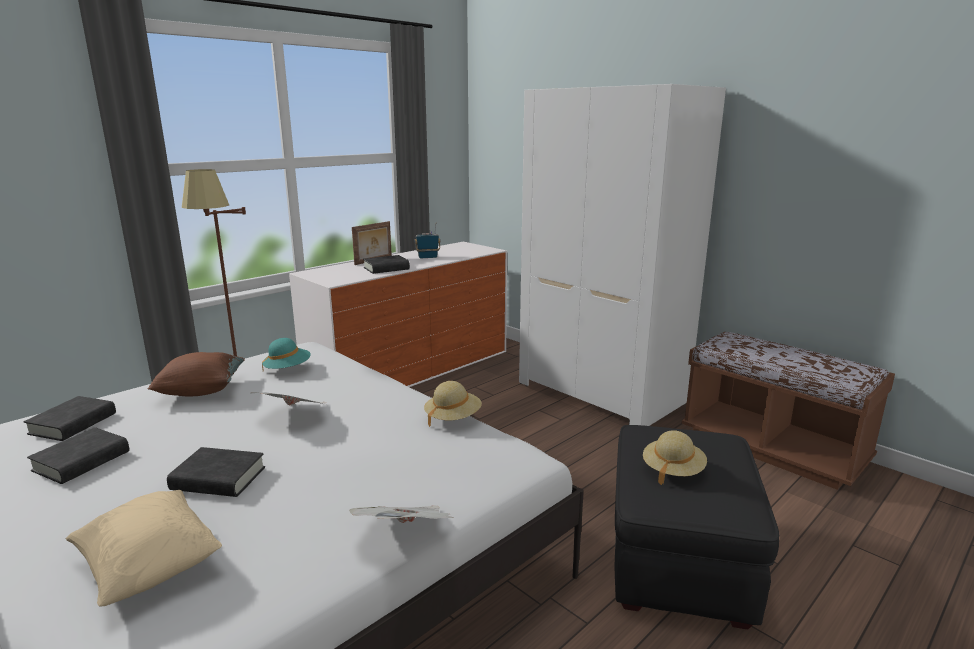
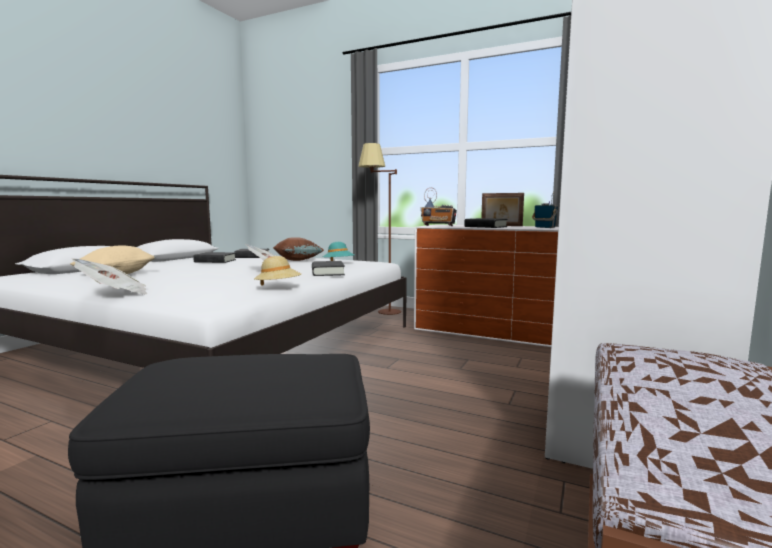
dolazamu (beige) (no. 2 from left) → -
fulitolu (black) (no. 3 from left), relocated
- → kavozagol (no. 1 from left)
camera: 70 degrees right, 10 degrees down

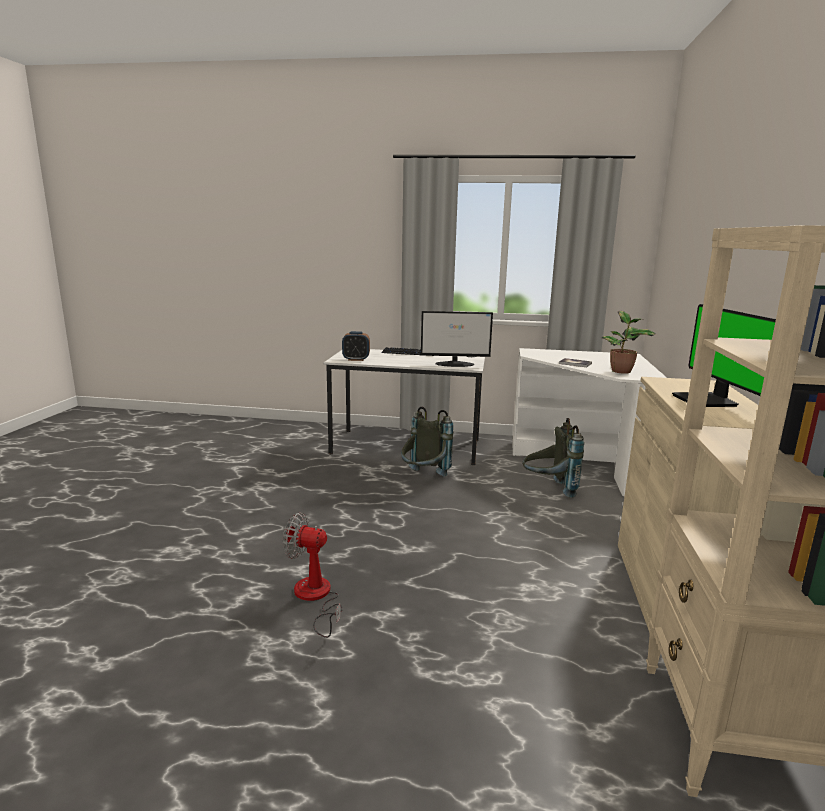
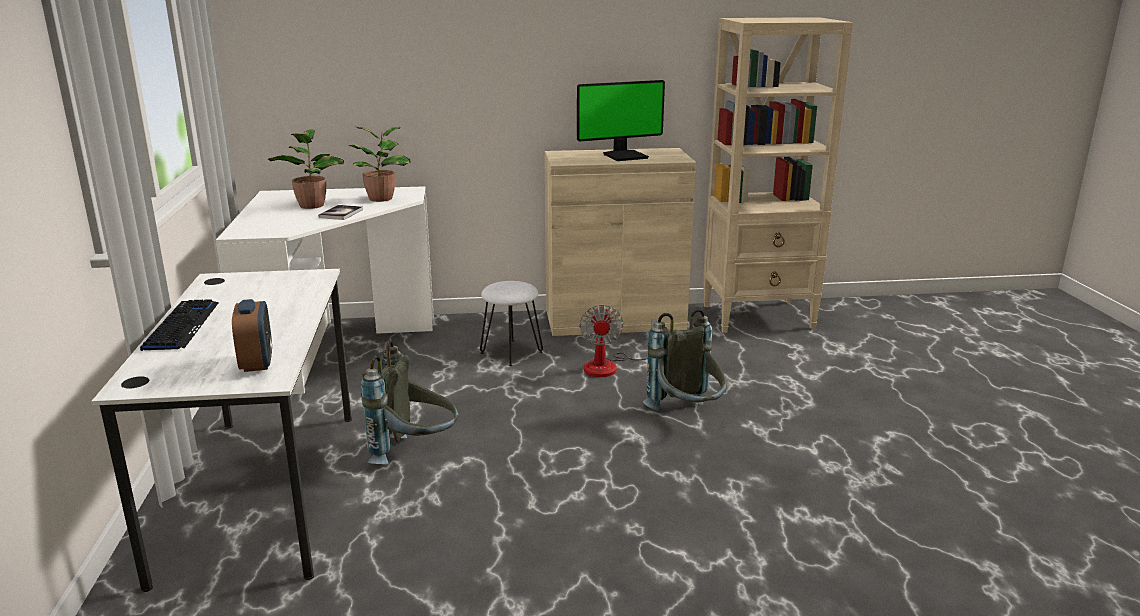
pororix (no. 1 from left) → -
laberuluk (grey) (no. 2 from left), relocated
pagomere, relocated
- → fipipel (no. 1 from left)
- → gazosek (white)
camera: 105 degrees left, 5 degrees up

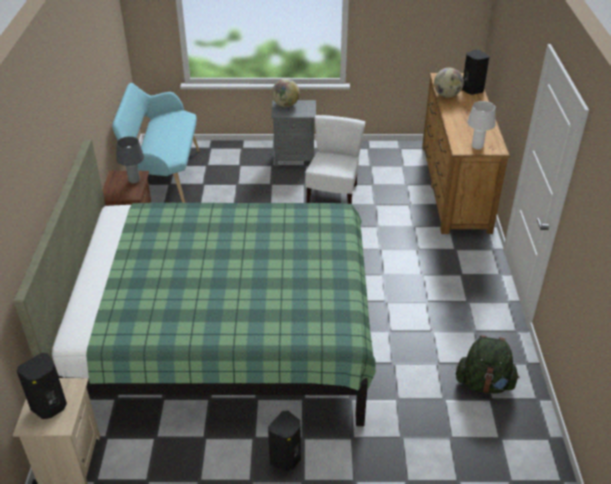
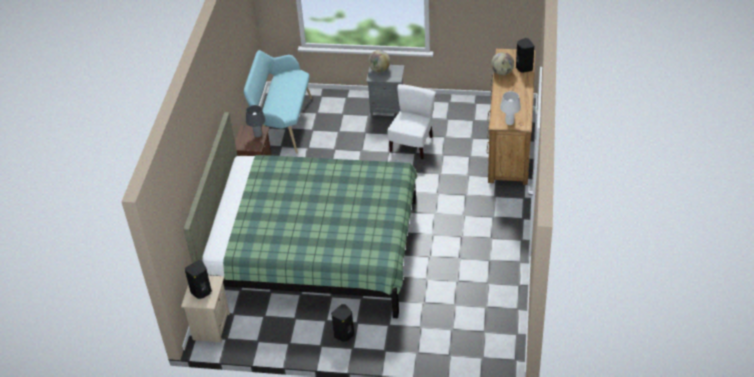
laberuluk (green) → -
camera: 10 degrees right, 5 degrees up

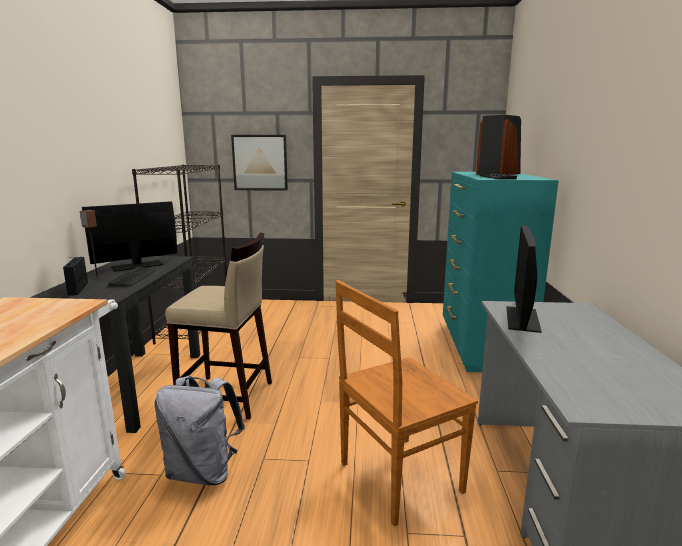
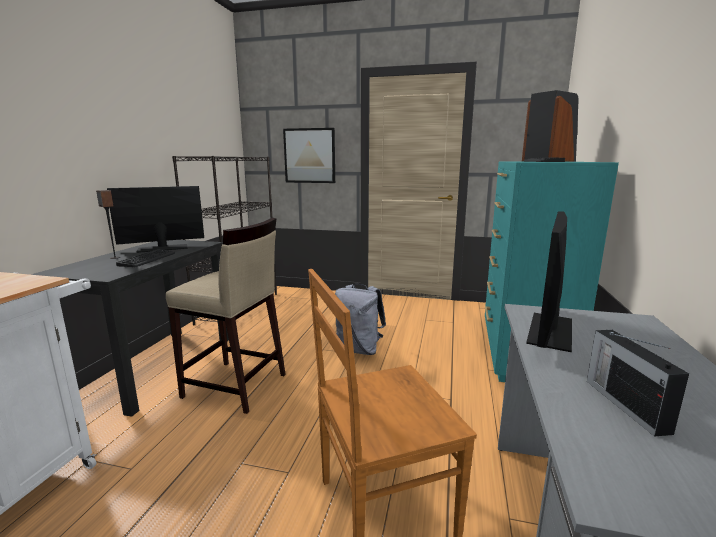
kavozagol, relocated
laberuluk (grey), relocated
camera: 10 degrees right, 0 degrees up

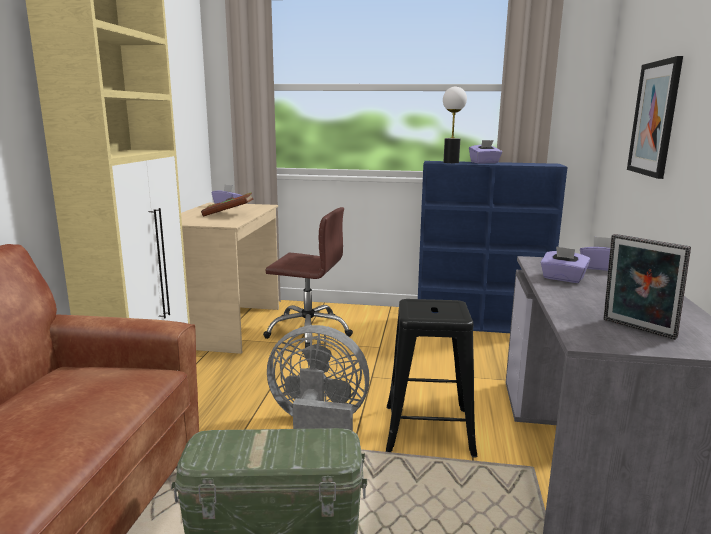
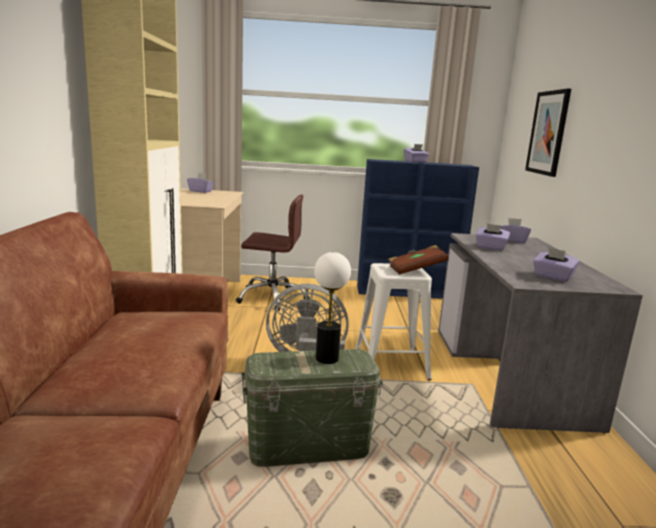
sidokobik, relocated
fulitolu (brown), relocated
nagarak → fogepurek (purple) (no. 5 from left)
gazosek (black) → gazosek (white)
camera: 10 degrees left, 0 degrees up

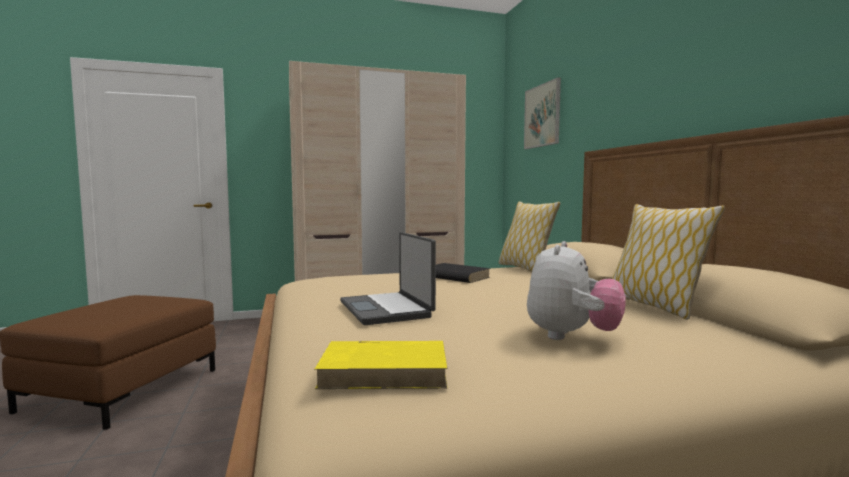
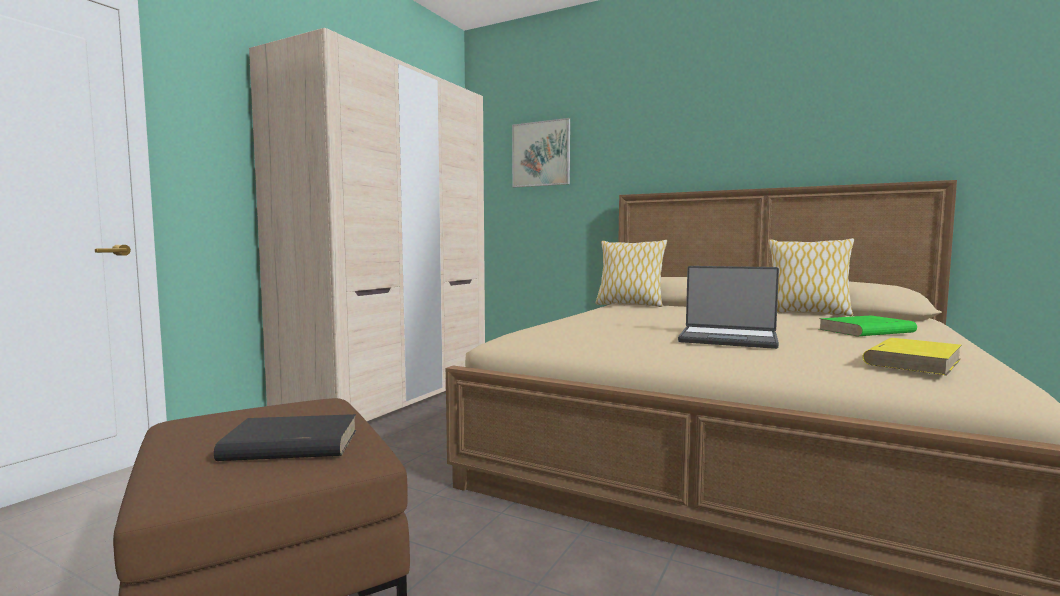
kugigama → fulitolu (green)
fulitolu (black), relocated
camera: 45 degrees left, 0 degrees up

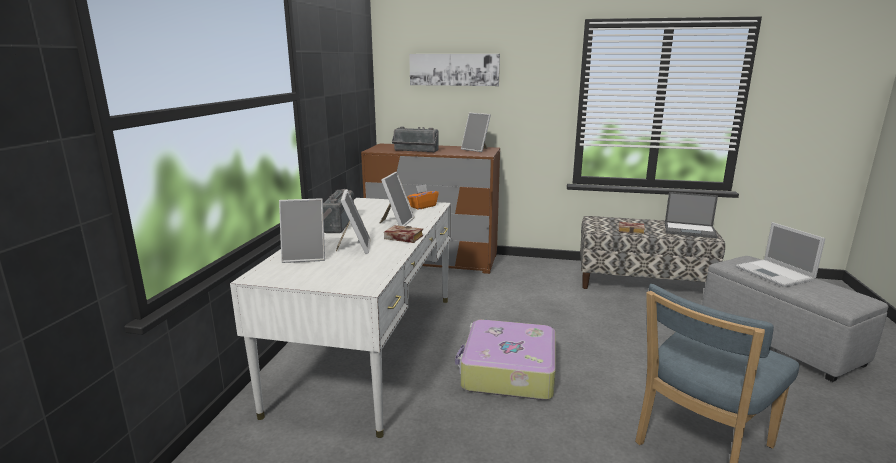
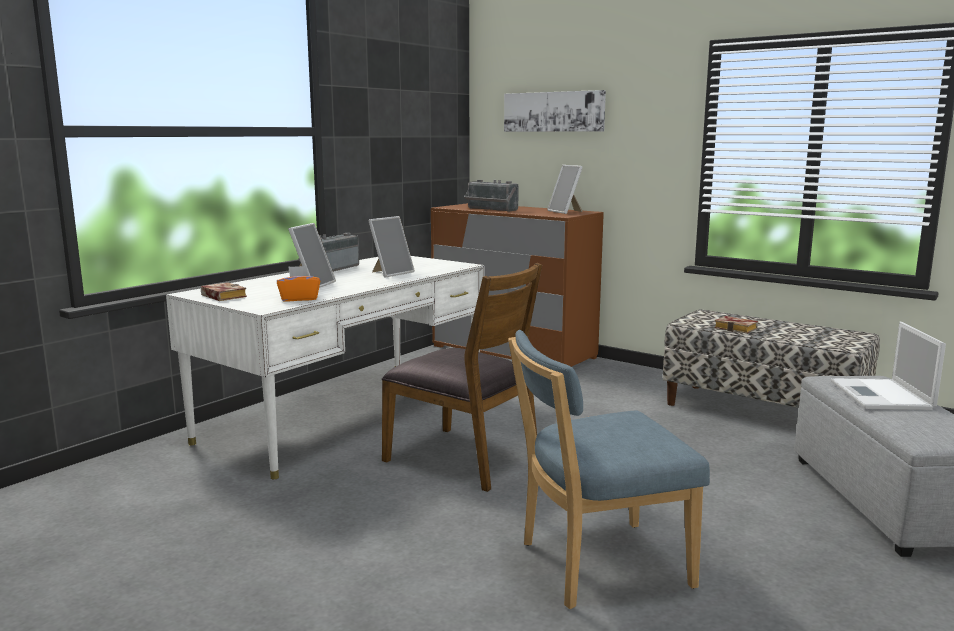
fogepurek (orange), relocated
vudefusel (no. 1 from left) → -
nagarak (no. 1 from left) → -
fulitolu (no. 1 from left), relocated
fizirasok → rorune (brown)
camera: 25 degrees right, 5 degrees down

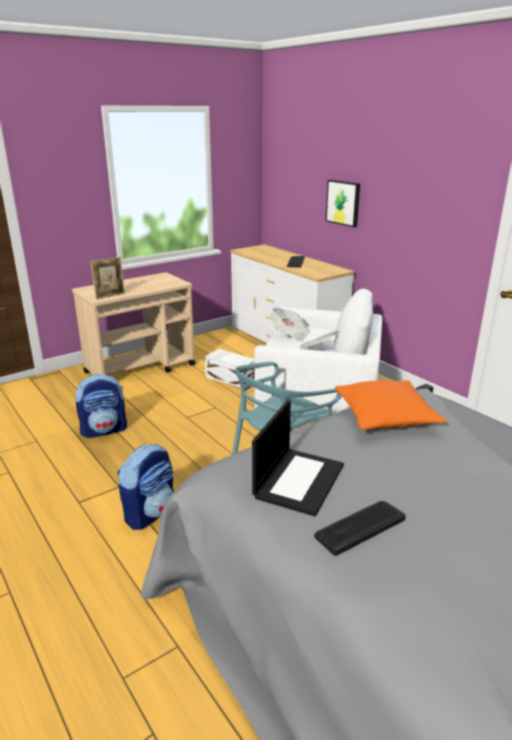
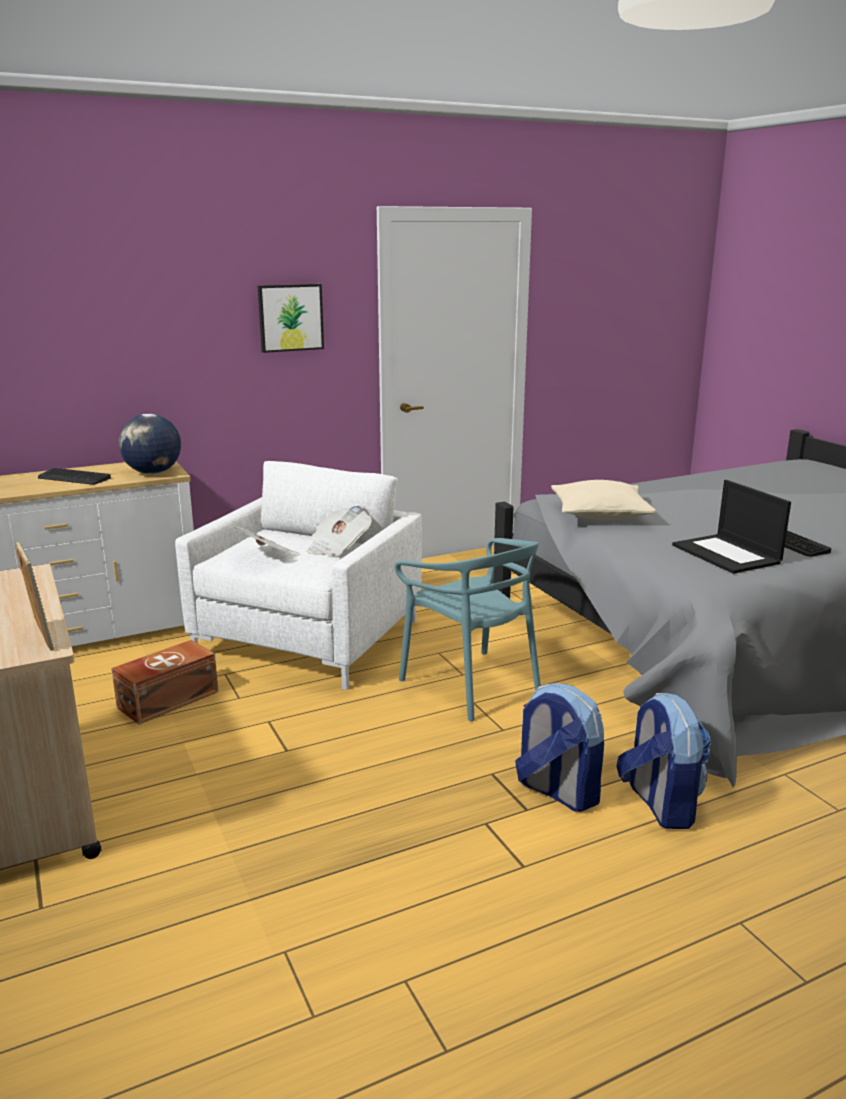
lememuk, relocated
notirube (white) → notirube (brown)
laberuluk (no. 1 from left in the first image) → laberuluk (no. 2 from left), relocated
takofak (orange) → takofak (beige)
vudefusel, 150 degrees counterclockwise
- → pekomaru
camera: 80 degrees left, 5 degrees down

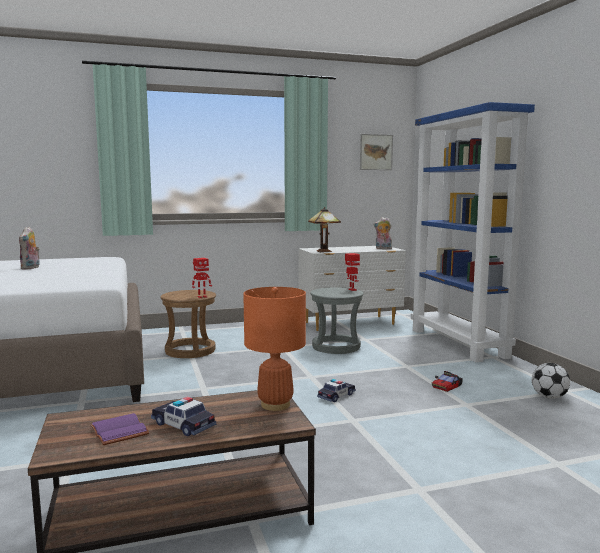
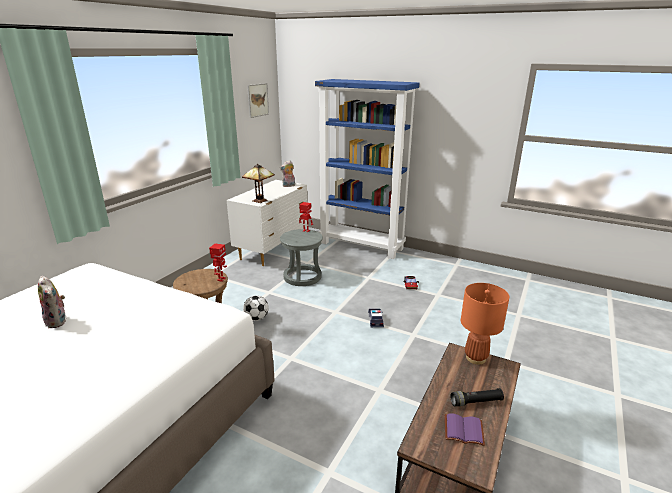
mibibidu, relocated
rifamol (no. 1 from left) → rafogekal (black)
camera: 45 degrees left, 15 degrees up

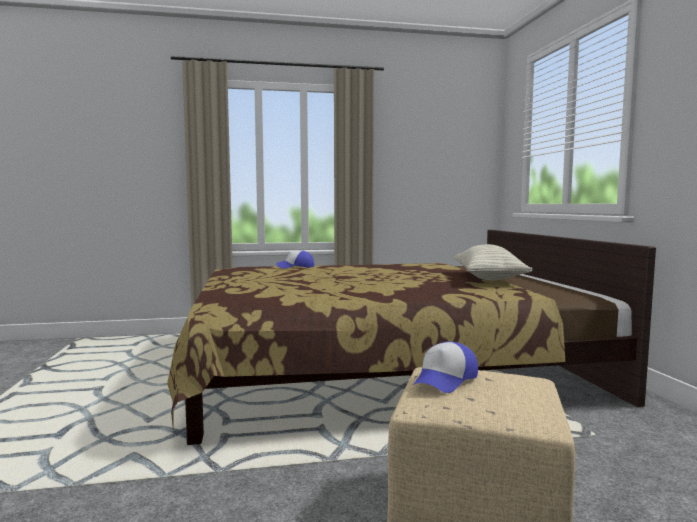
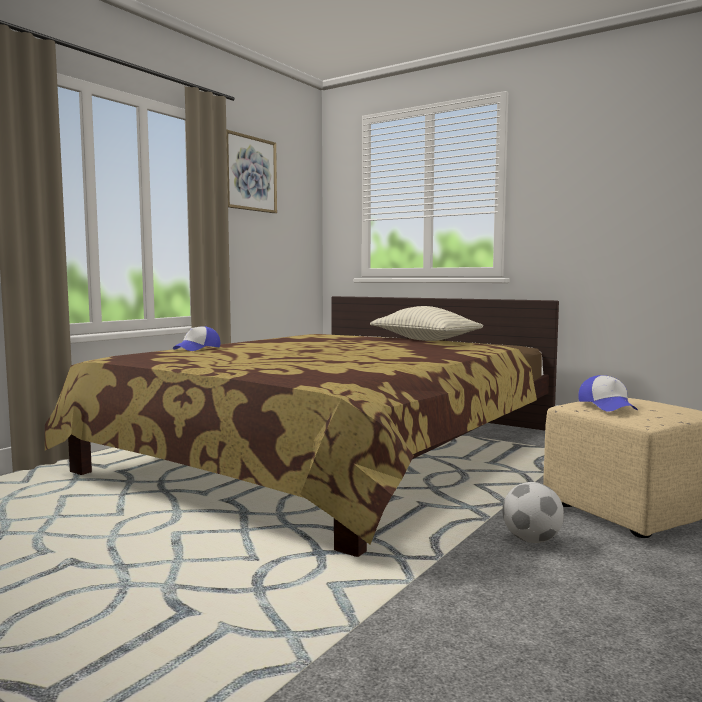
- → lememuk
- → mibibidu
camera: 45 degrees left, 0 degrees up

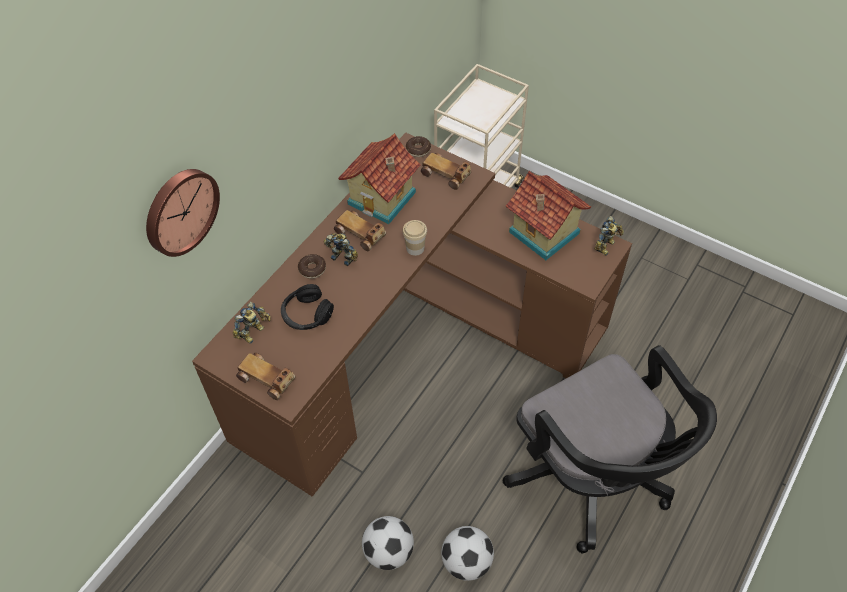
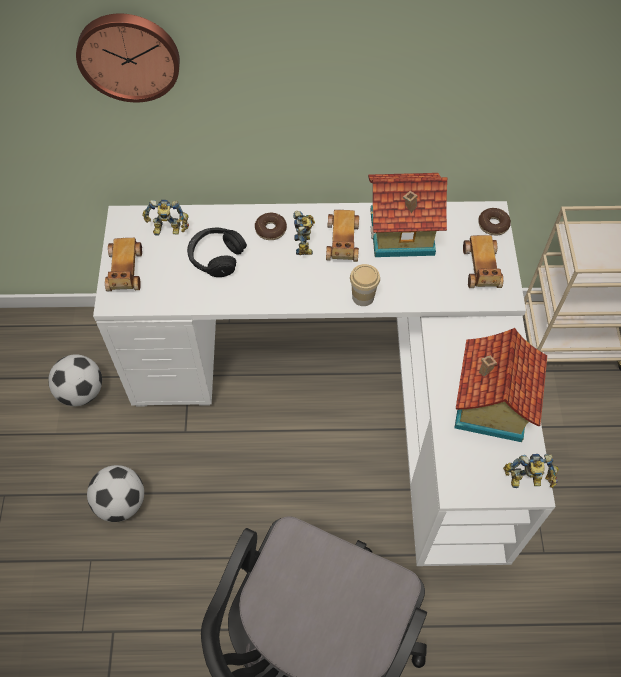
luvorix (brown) → luvorix (white)
mibibidu (no. 2 from left in the first image) → mibibidu (no. 1 from left), relocated
camera: 55 degrees right, 5 degrees up

